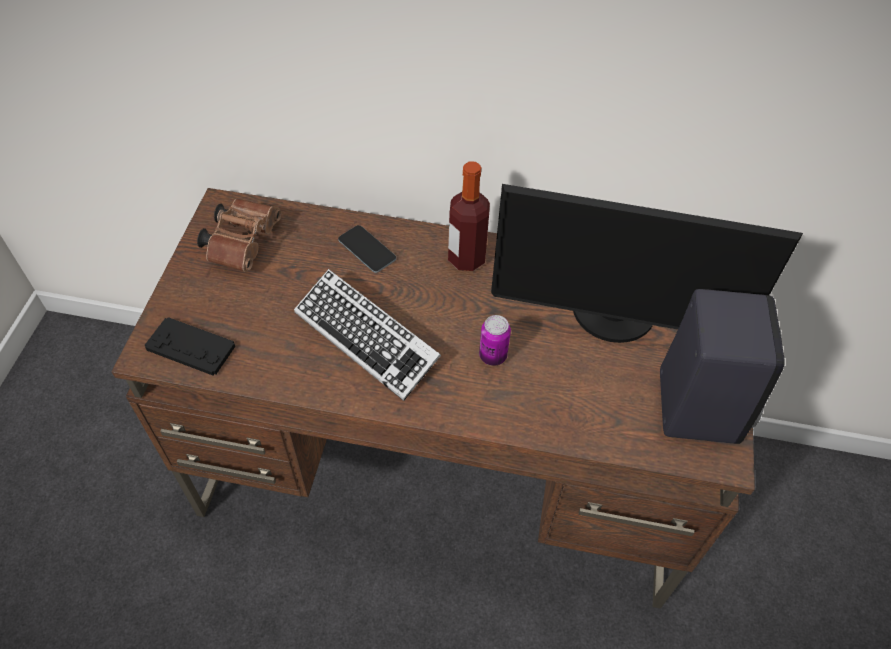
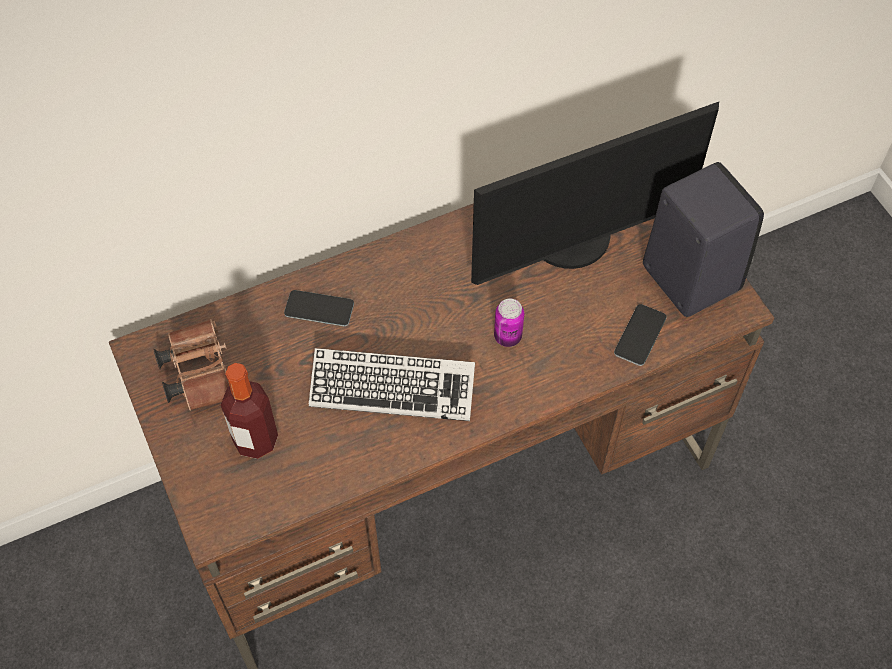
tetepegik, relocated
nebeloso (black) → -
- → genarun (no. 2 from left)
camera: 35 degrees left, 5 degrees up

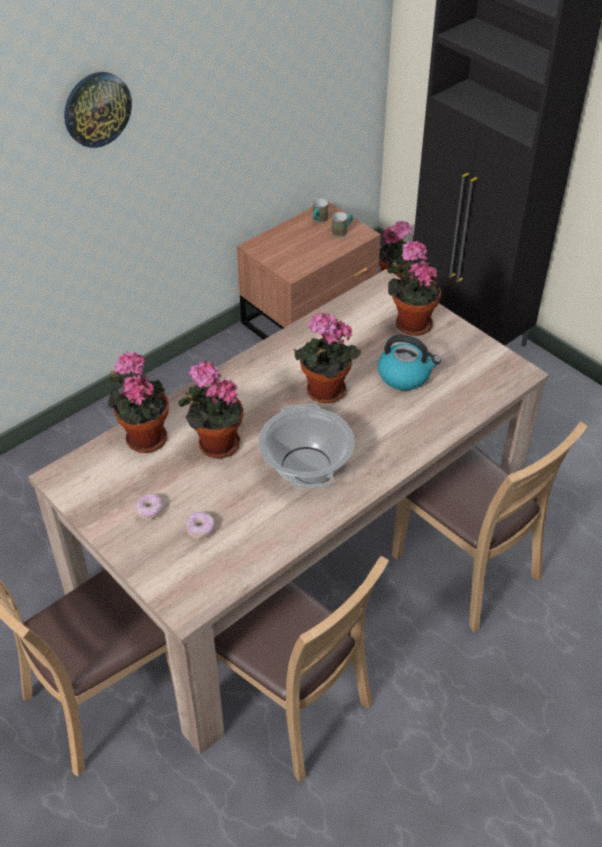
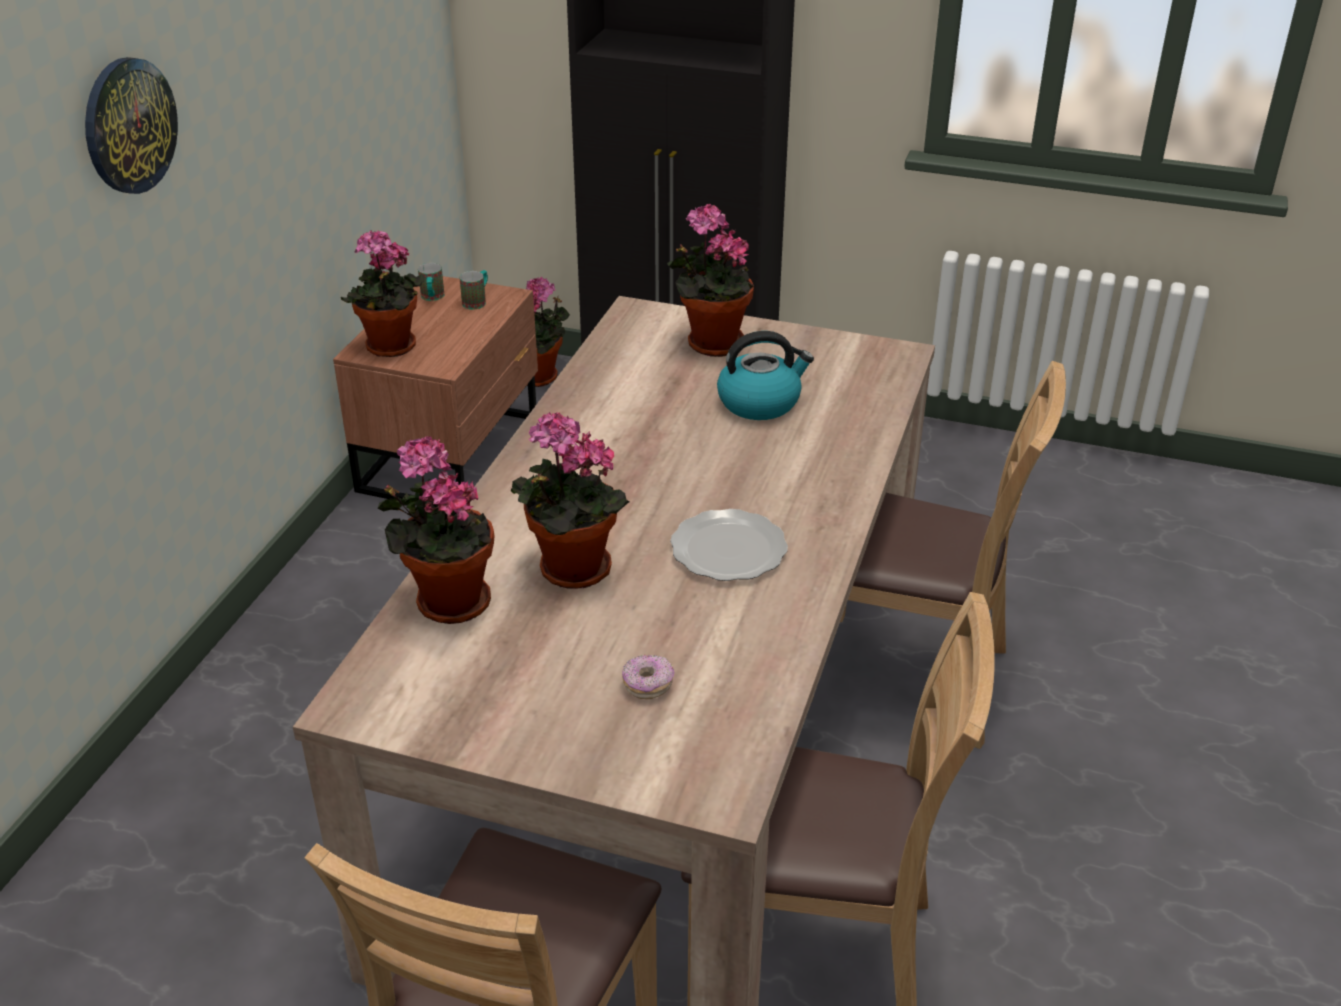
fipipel (no. 3 from left in the first image) → fipipel (no. 1 from left), relocated
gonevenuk → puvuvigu
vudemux (no. 1 from left) → -
camera: 30 degrees left, 10 degrees down

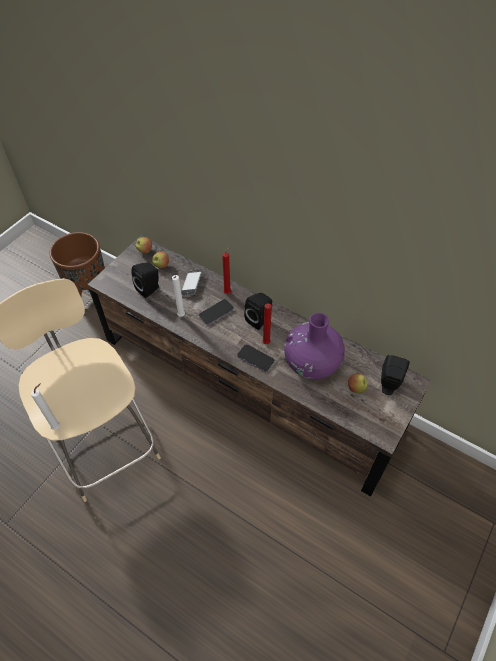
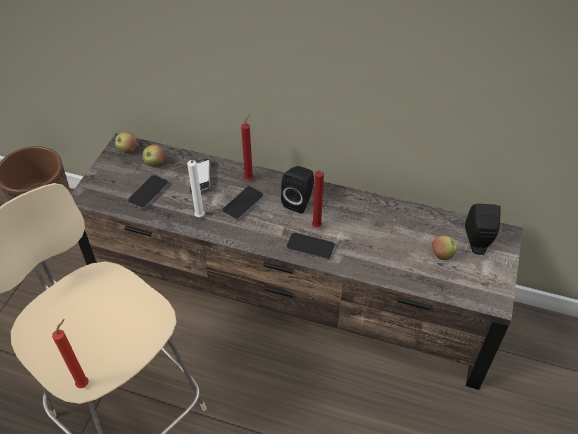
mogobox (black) (no. 1 from left) → genarun (no. 1 from left)
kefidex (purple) → -
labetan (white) (no. 1 from left) → labetan (red) (no. 1 from left)
camera: 15 degrees left, 5 degrees down

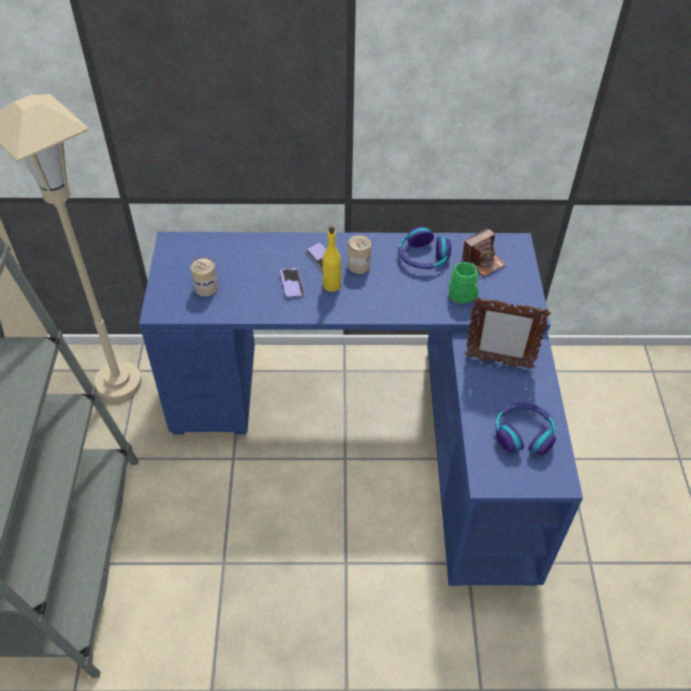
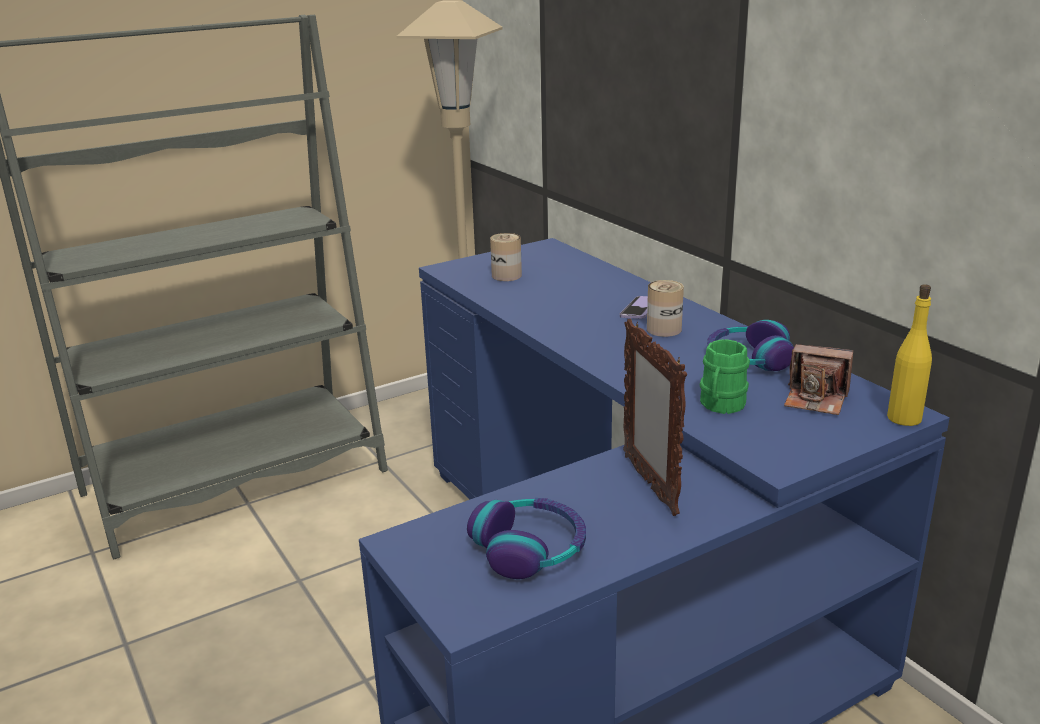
tetepegik (yellow), relocated
genarun (no. 1 from left) → -
camera: 60 degrees right, 25 degrees down

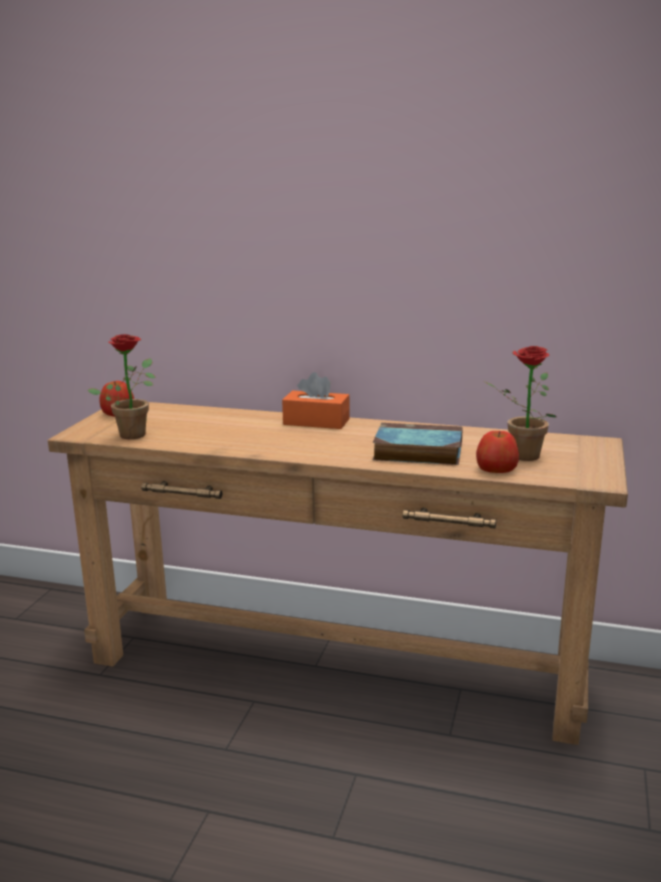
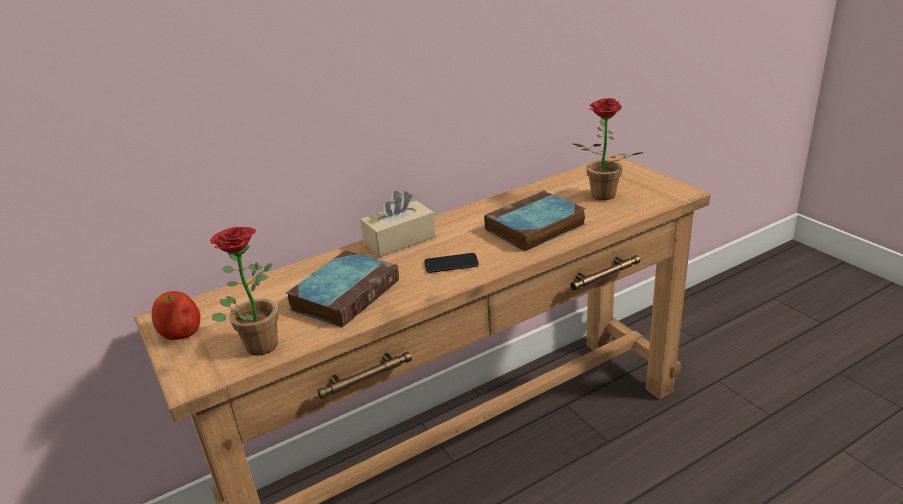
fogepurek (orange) → fogepurek (beige)
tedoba (no. 2 from left) → -
- → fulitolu (no. 1 from left)
- → genarun
camera: 45 degrees left, 10 degrees up

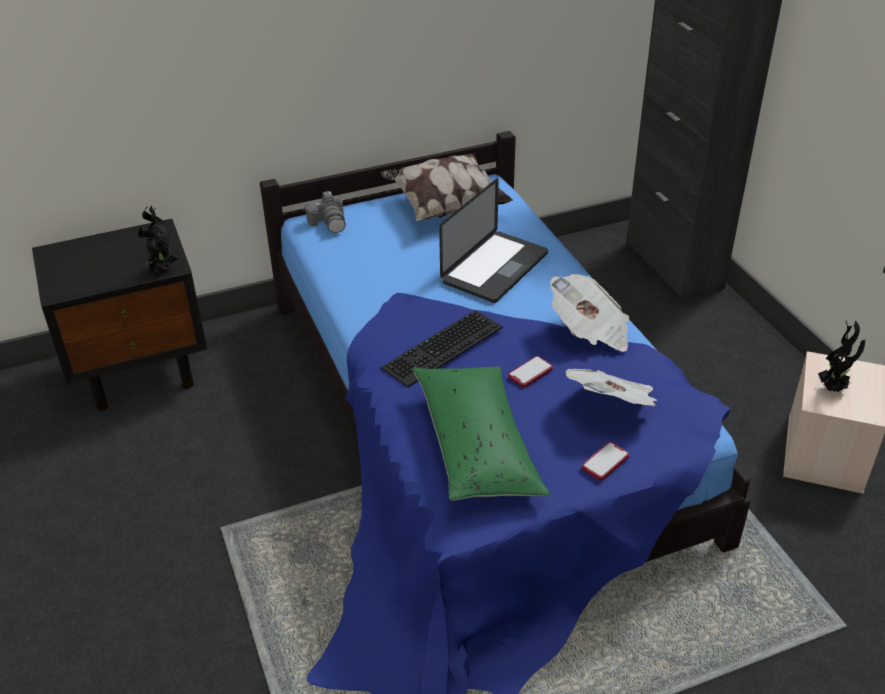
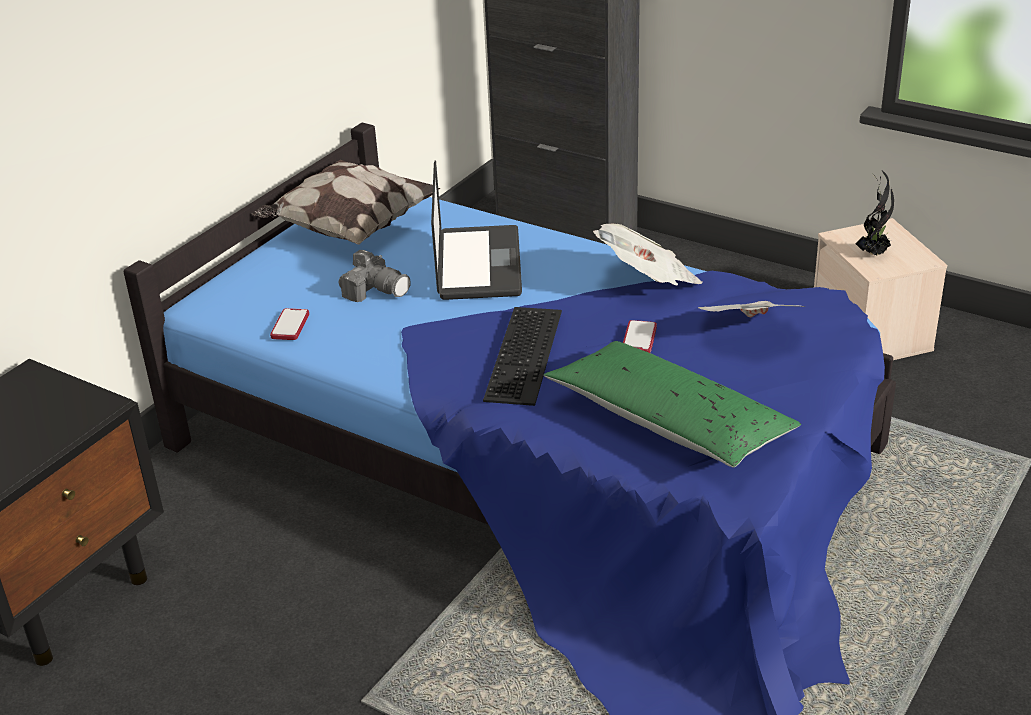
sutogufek, relocated
fipipel (no. 1 from left) → -
genarun (no. 2 from left in the first image) → genarun (no. 1 from left), relocated
camera: 35 degrees left, 5 degrees down

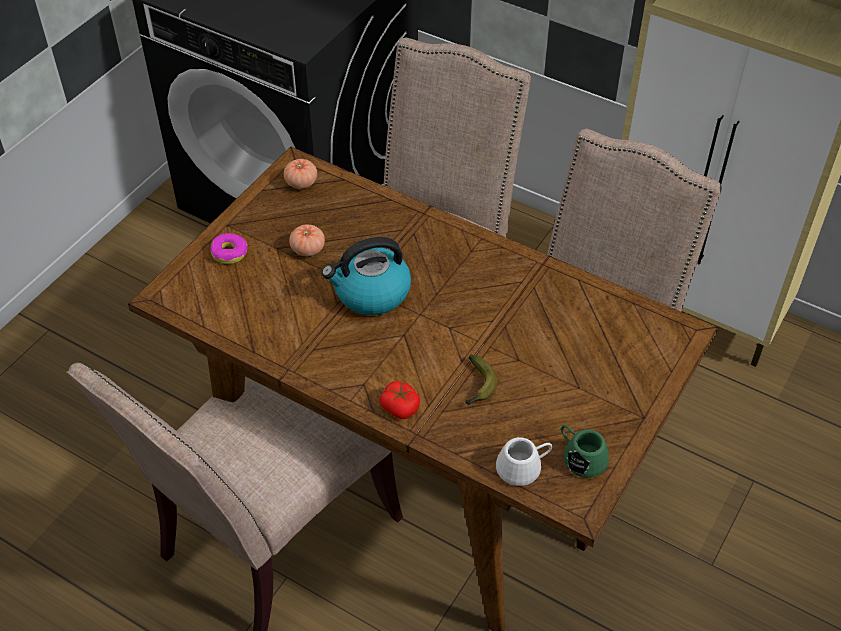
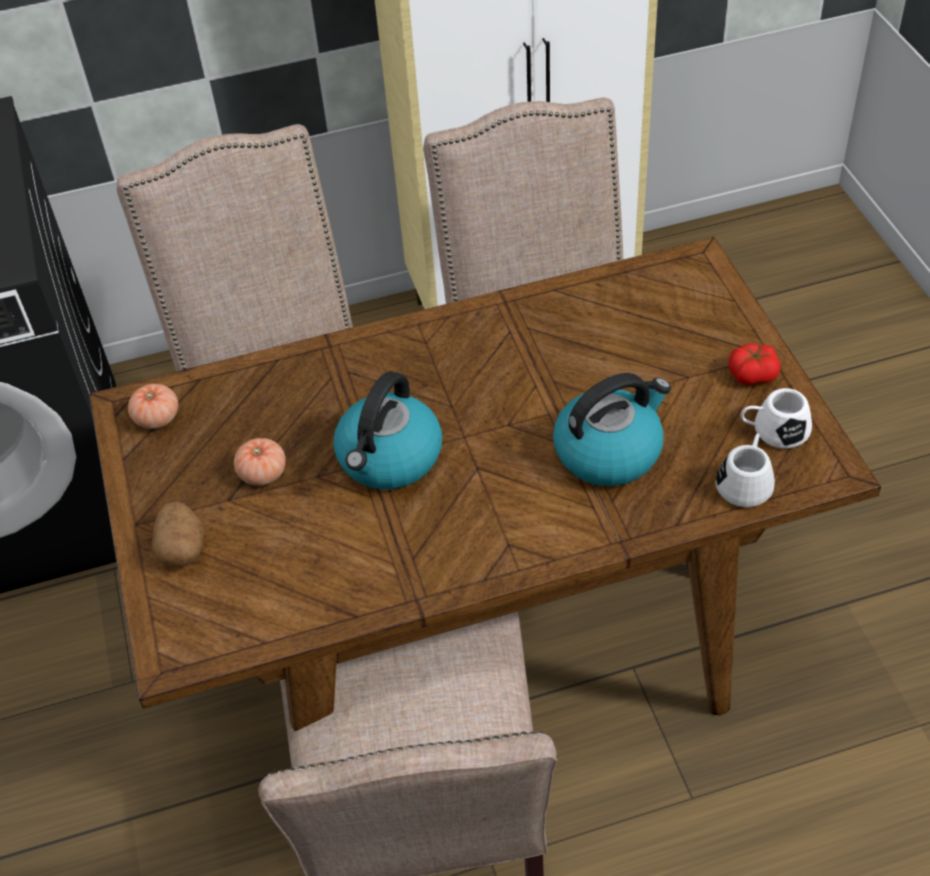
vudemux → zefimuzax
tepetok → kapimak (no. 2 from left)
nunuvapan (no. 3 from left), relocated
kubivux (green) → kubivux (white) (no. 2 from left)
camera: 45 degrees left, 0 degrees up

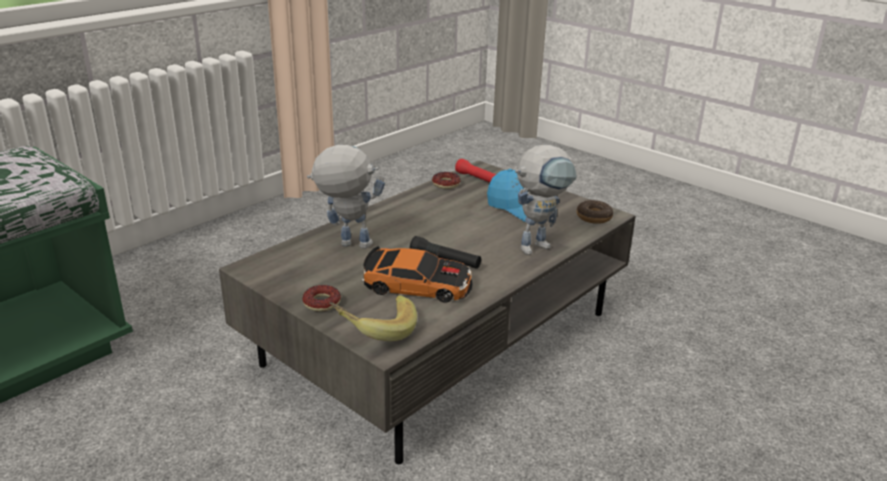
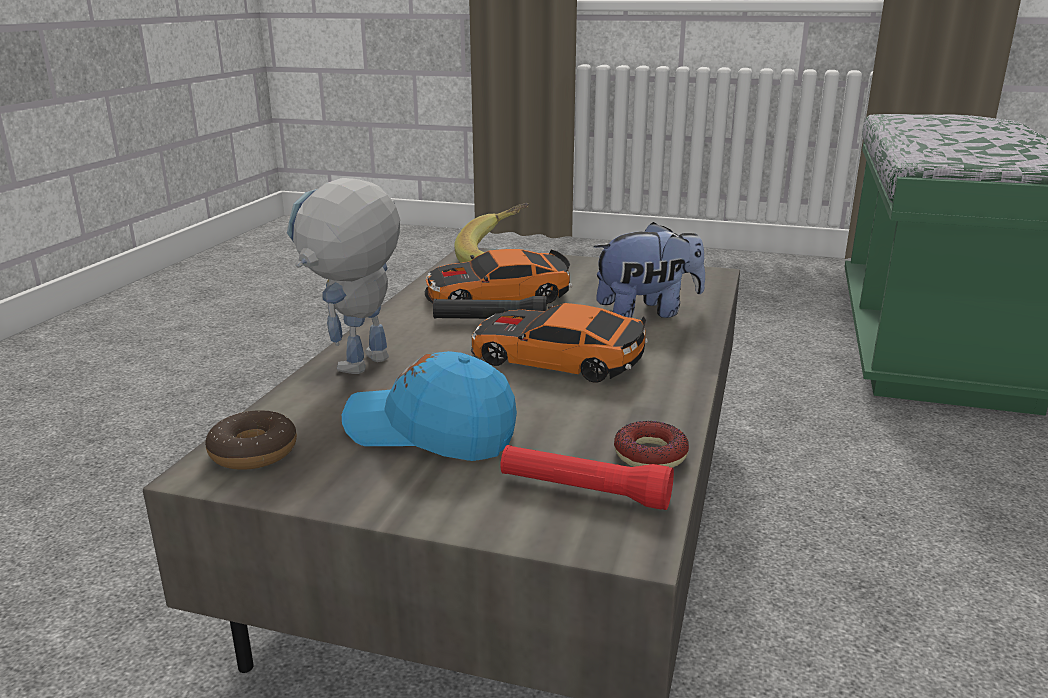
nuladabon (no. 1 from left) → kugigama
vudemux (no. 1 from left) → -
- → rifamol (no. 2 from left)
camera: 155 degrees right, 5 degrees down

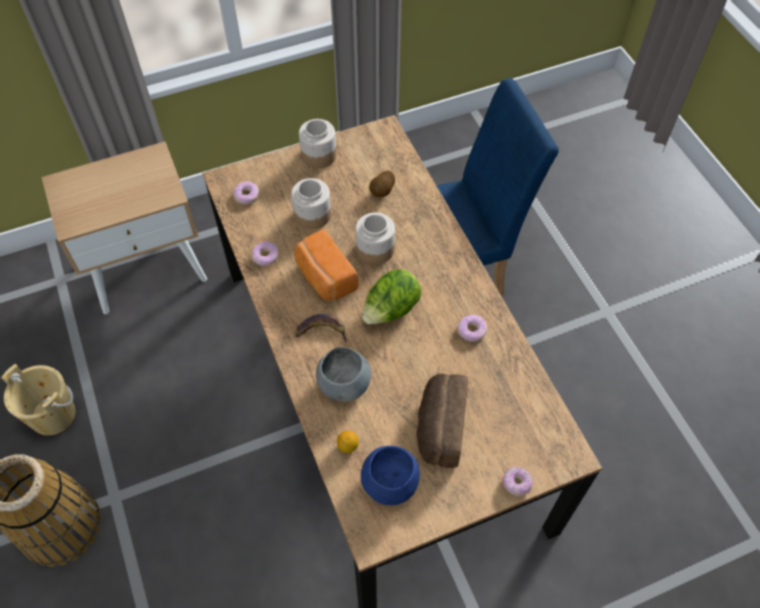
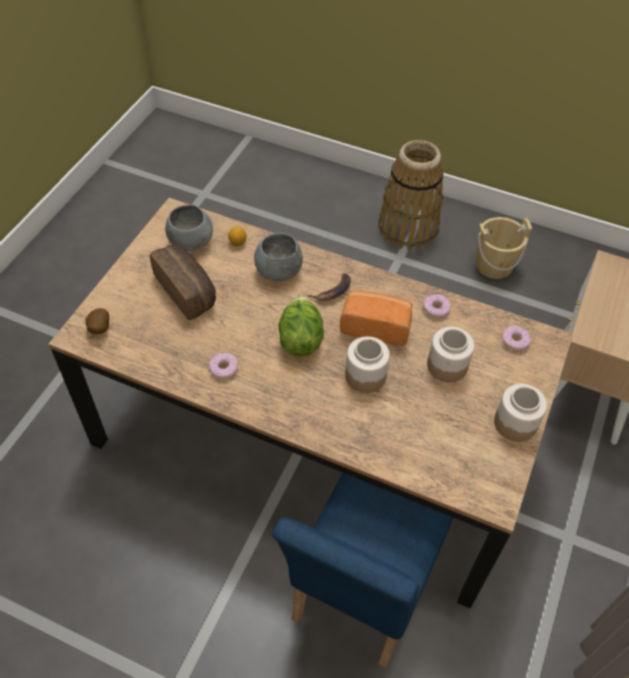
zefimuzax, relocated
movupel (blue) → movupel (grey) (no. 1 from left)
vudemux (no. 4 from left) → -
camera: 135 degrees right, 5 degrees down

